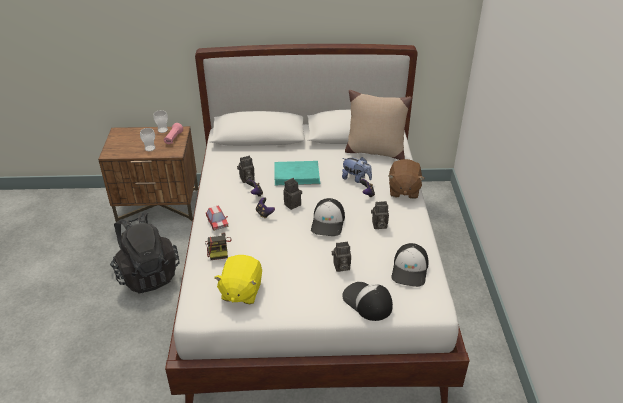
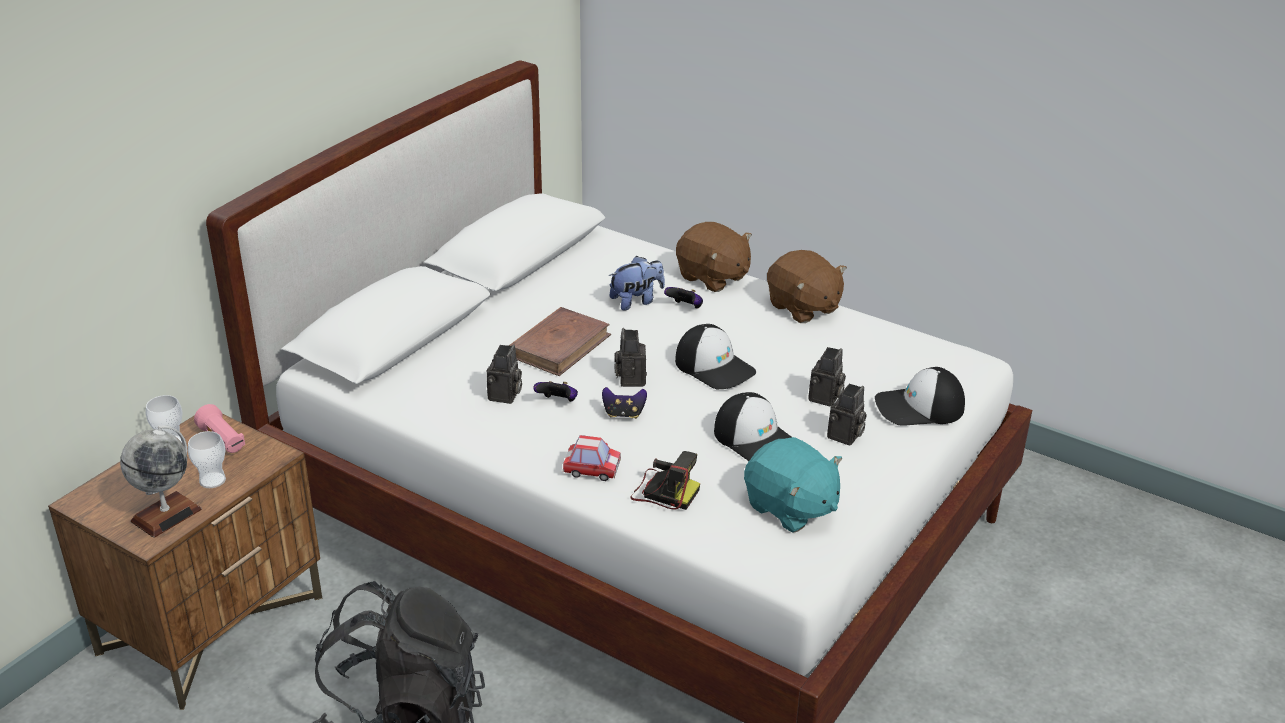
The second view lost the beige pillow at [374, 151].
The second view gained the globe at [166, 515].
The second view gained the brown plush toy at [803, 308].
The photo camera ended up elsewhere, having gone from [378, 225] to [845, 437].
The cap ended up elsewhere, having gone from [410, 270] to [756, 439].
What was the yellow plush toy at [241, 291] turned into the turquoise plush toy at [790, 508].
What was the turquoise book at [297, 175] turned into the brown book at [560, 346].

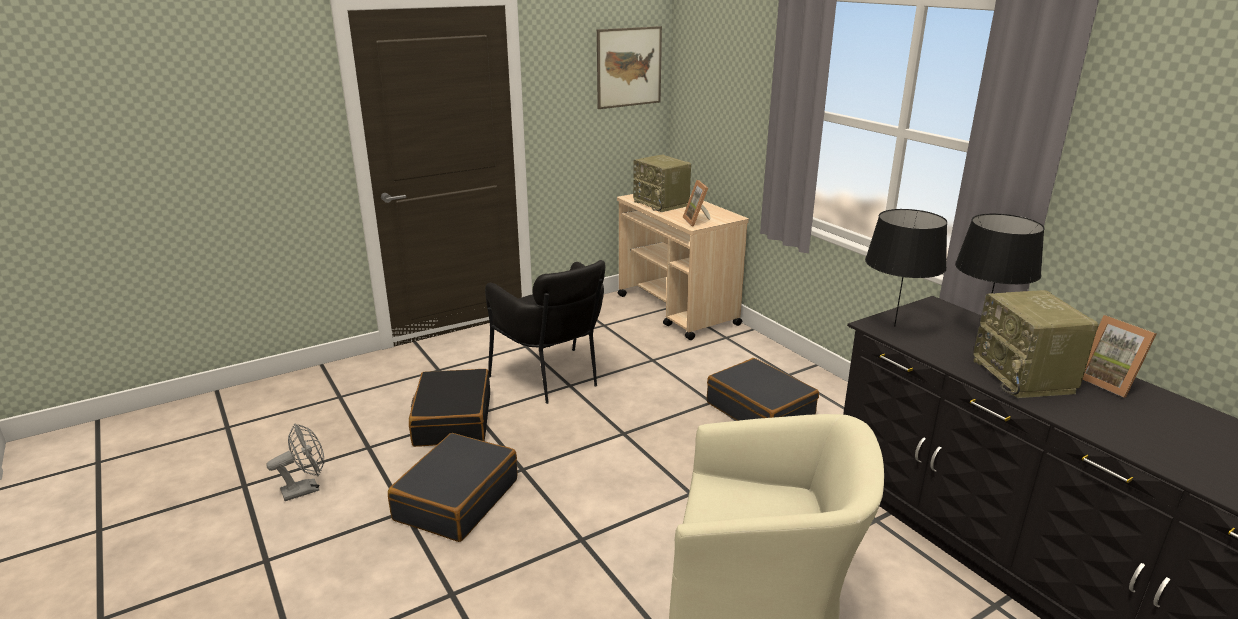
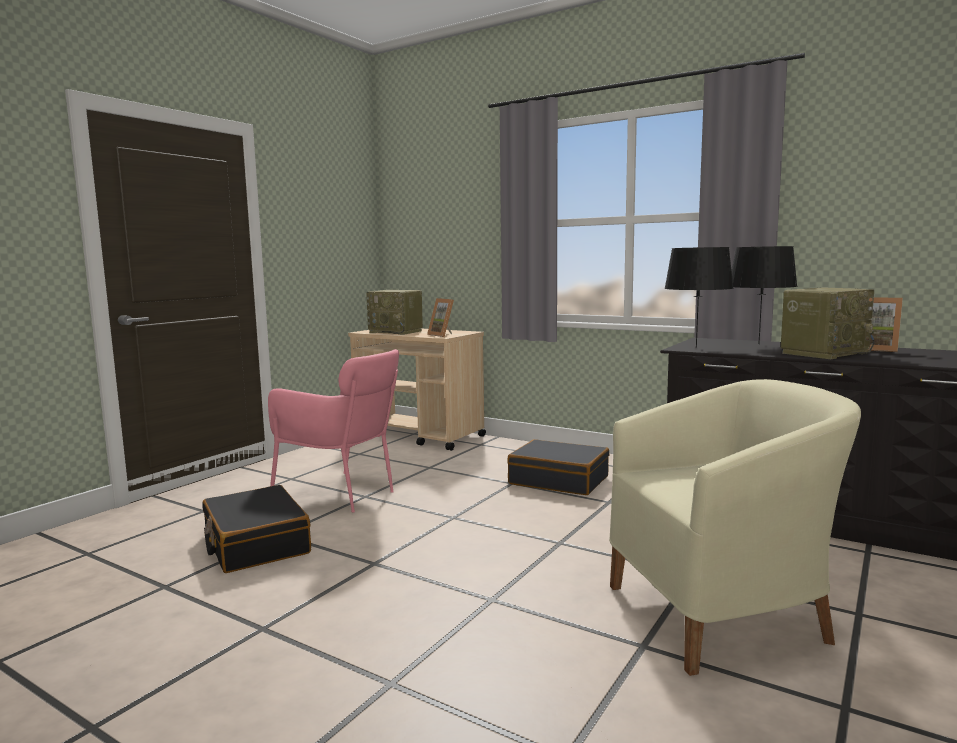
The second view lost the grey fan at [306, 489].
The second view lost the black suitcase at [456, 499].
The second view lost the picture at [629, 67].
What was the black armchair at [554, 380] turned into the pink armchair at [344, 495].
The radio at [1025, 377] ended up facing another way, 90 degrees counterclockwise from before.

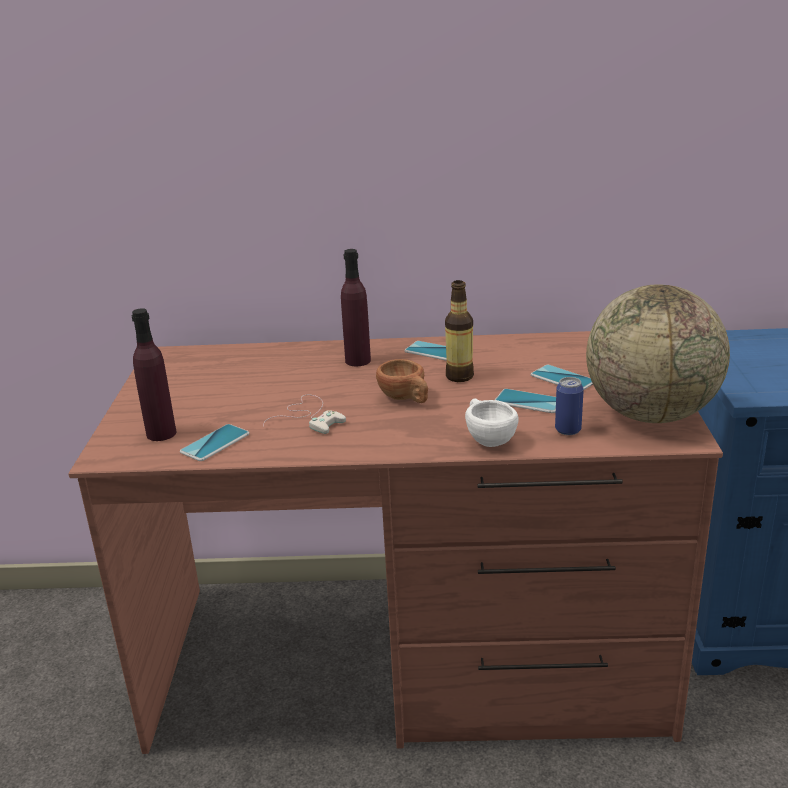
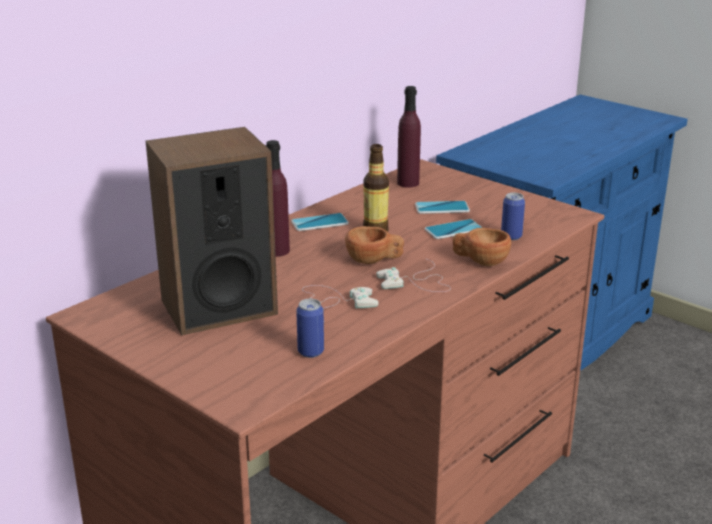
The second view lost the globe at [651, 414].
The second view gained the speaker at [218, 307].
The second view gained the white game controller at [416, 282].
The purple bottle ended up elsewhere, having gone from [161, 433] to [408, 183].
Where the phone stood at [215, 443], the can came to stand at [310, 352].
What was the white cup at [487, 438] turned into the brown cup at [480, 261].

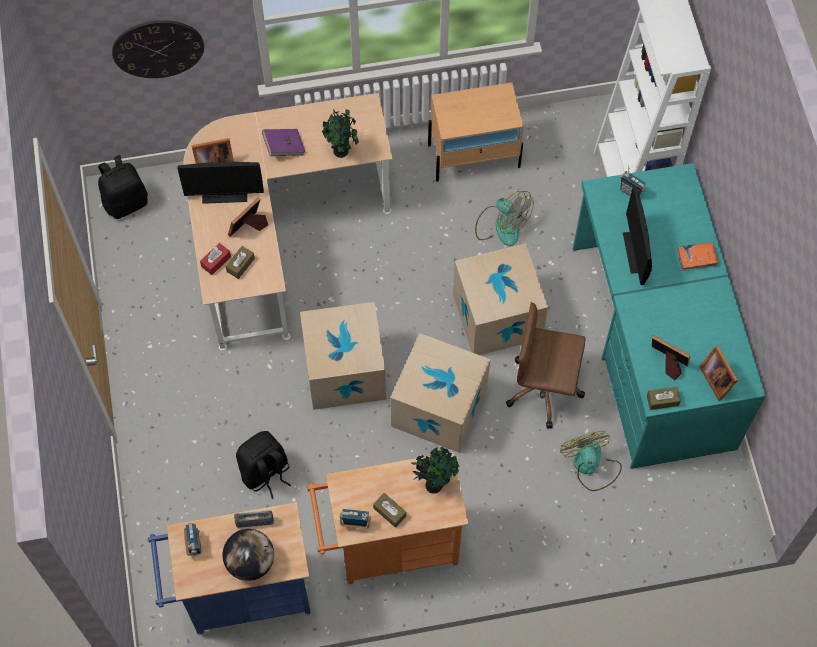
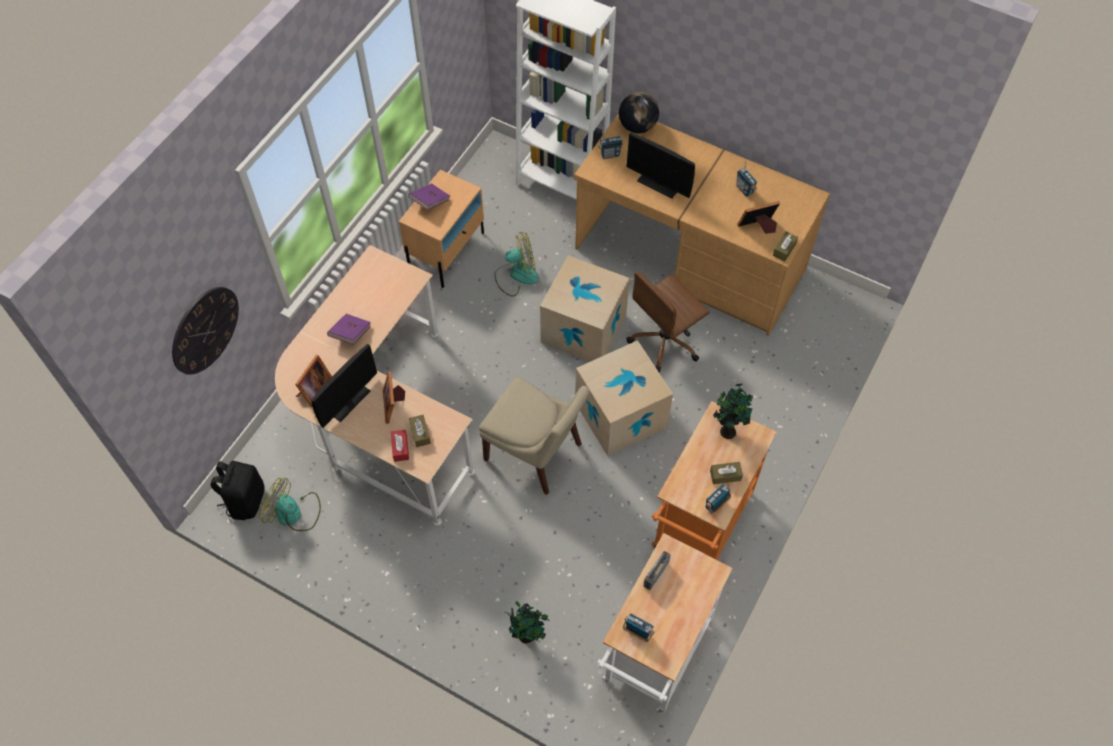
The second view lost the black backpack at [265, 473].
The second view lost the orange book at [697, 258].
The second view lost the picture frame at [717, 378].
The second view gained the purple book at [430, 202].
The second view gained the radio at [744, 189].
The globe ended up elsewhere, having gone from [250, 562] to [637, 126].
The potted plant ended up elsewhere, having gone from [342, 152] to [527, 635].
The fan ended up elsewhere, having gone from [590, 466] to [294, 513].
Where the cardboard box stood at [344, 371], the beige chair came to stand at [536, 453].
What was the blue cart at [241, 594] turned into the white cart at [654, 657].
What was the turquoise desk at [650, 346] turned into the brown desk at [689, 259].

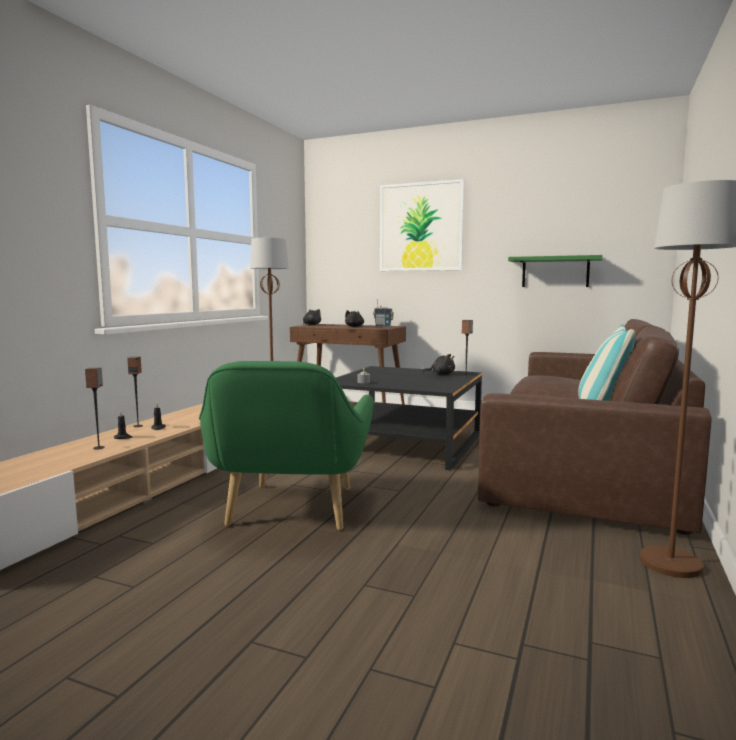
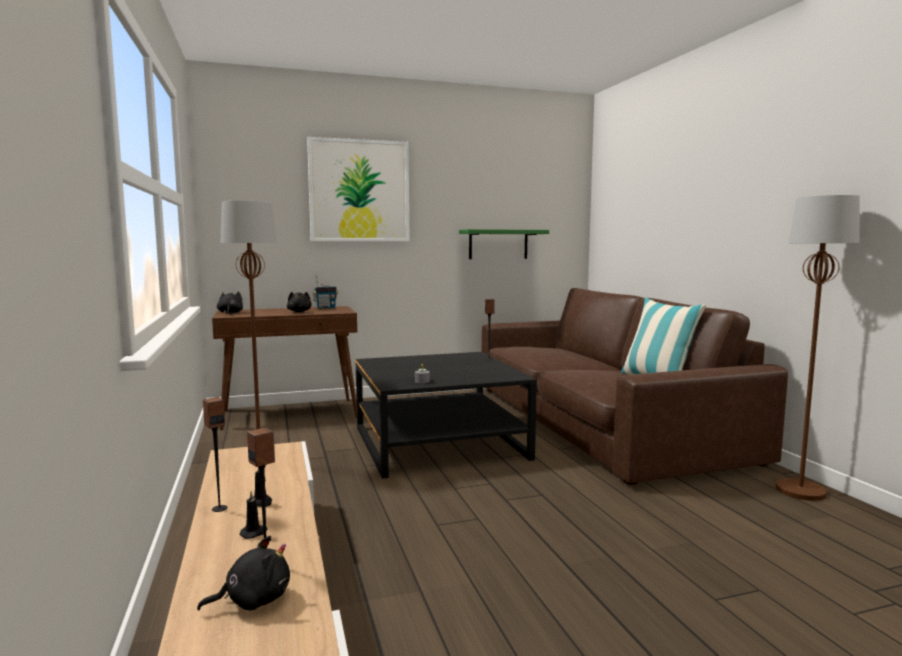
The second view lost the green armchair at [291, 510].
The black plush toy ended up elsewhere, having gone from [441, 374] to [253, 600].

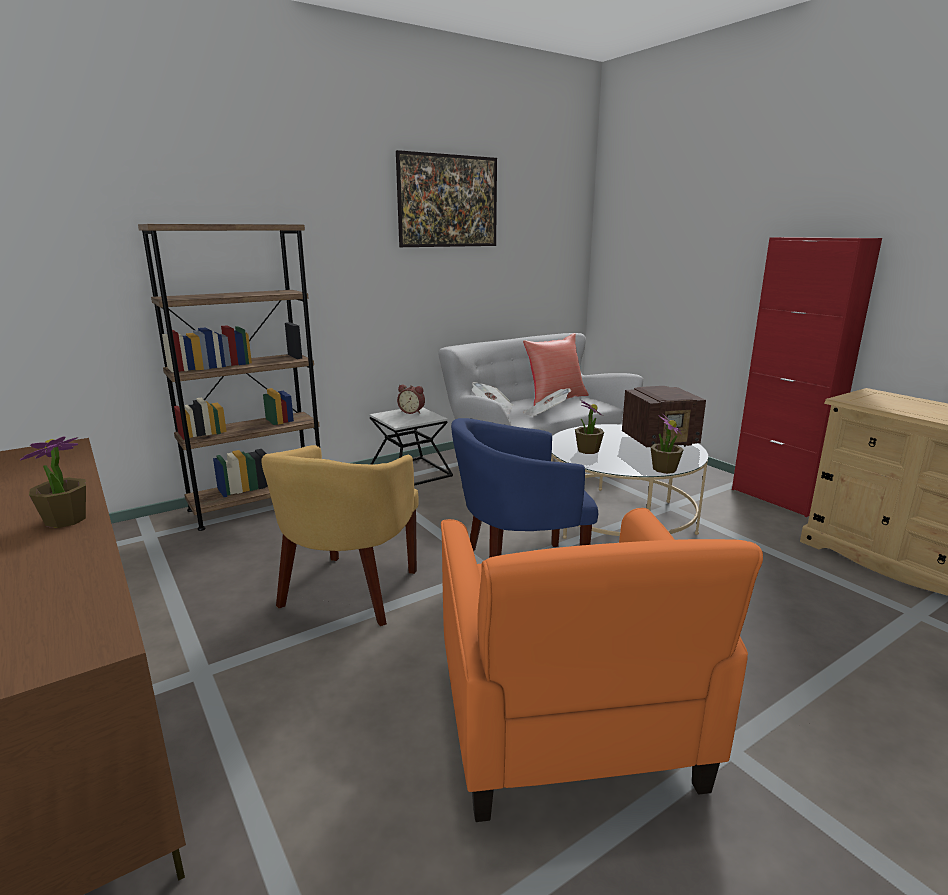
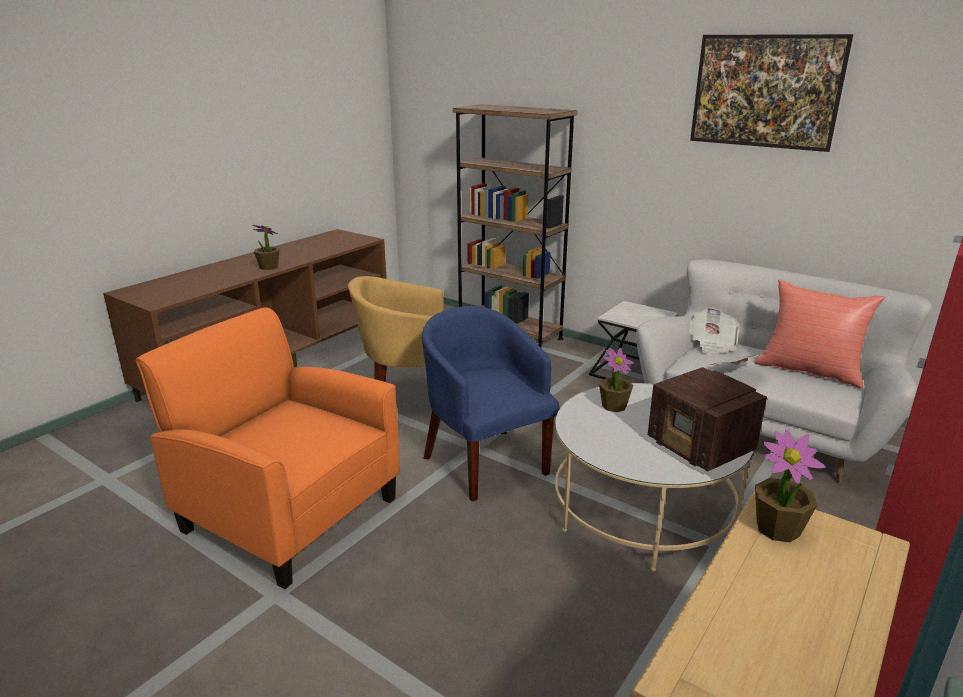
The second view lost the alarm clock at [412, 412].
The potted plant ended up elsewhere, having gone from [664, 469] to [778, 528].
The orange armchair at [566, 725] ended up facing another way, 60 degrees clockwise from before.

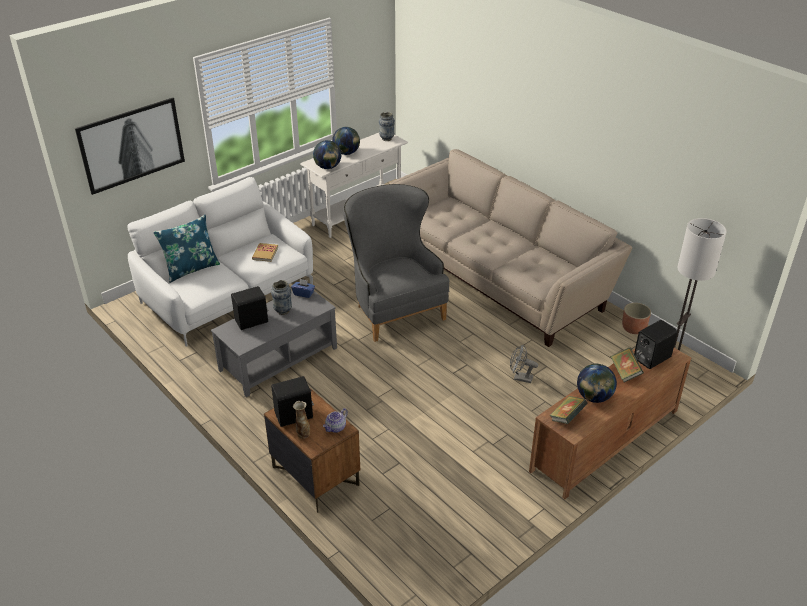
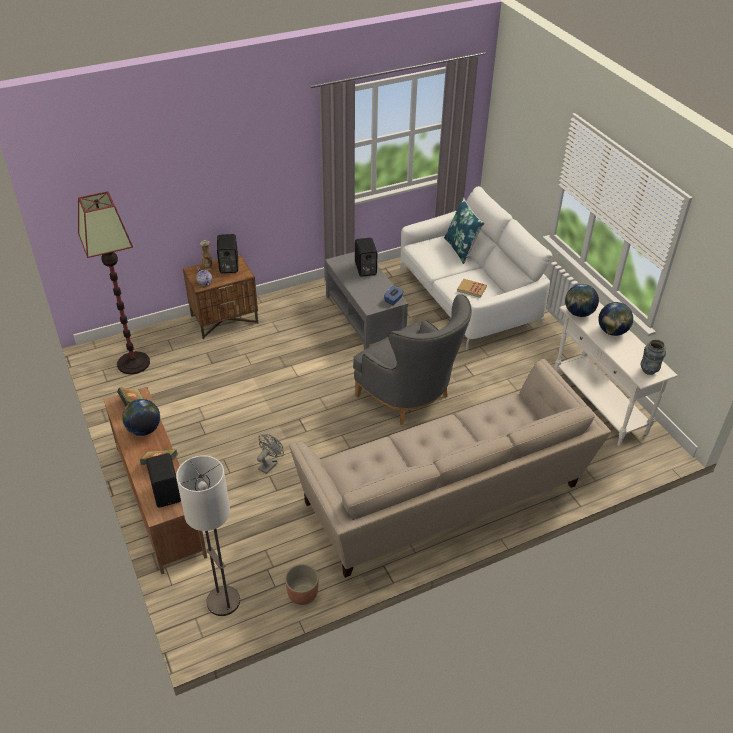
The second view lost the picture at [132, 145].
The second view lost the vase at [283, 311].
The second view gained the floor lamp at [133, 363].
The grey armchair at [394, 308] ended up facing another way, 60 degrees clockwise from before.

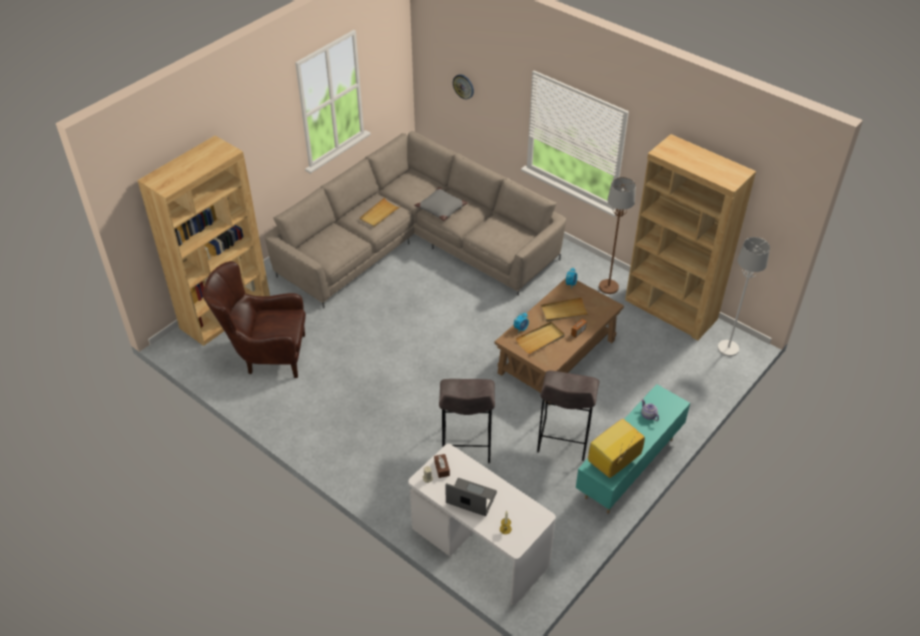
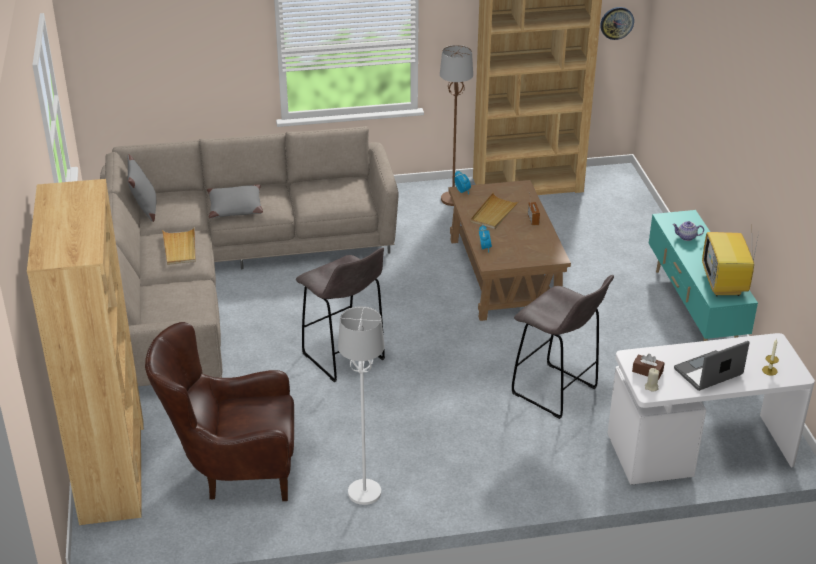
The second view lost the beige tray at [540, 339].
The second view gained the grey pillow at [145, 210].
The wall clock ended up elsewhere, having gone from [463, 86] to [616, 22].
The grey stool ended up elsewhere, having gone from [563, 441] to [344, 358].
The white floor lamp ended up elsewhere, having gone from [728, 349] to [365, 493].
The brown armchair at [266, 355] ended up facing another way, 45 degrees clockwise from before.

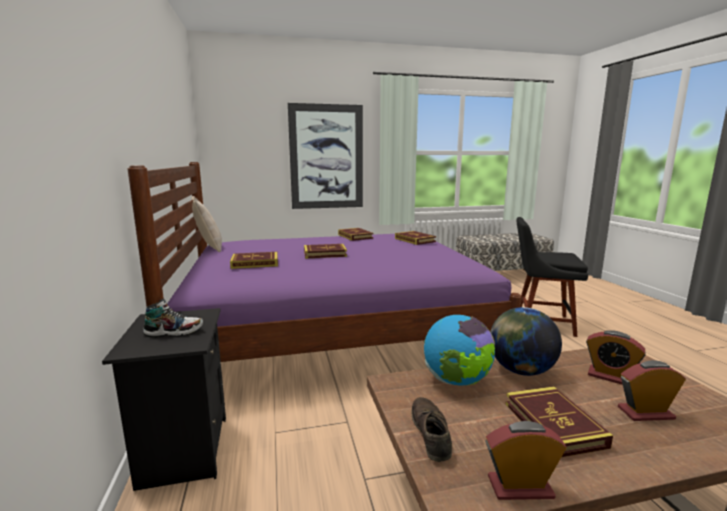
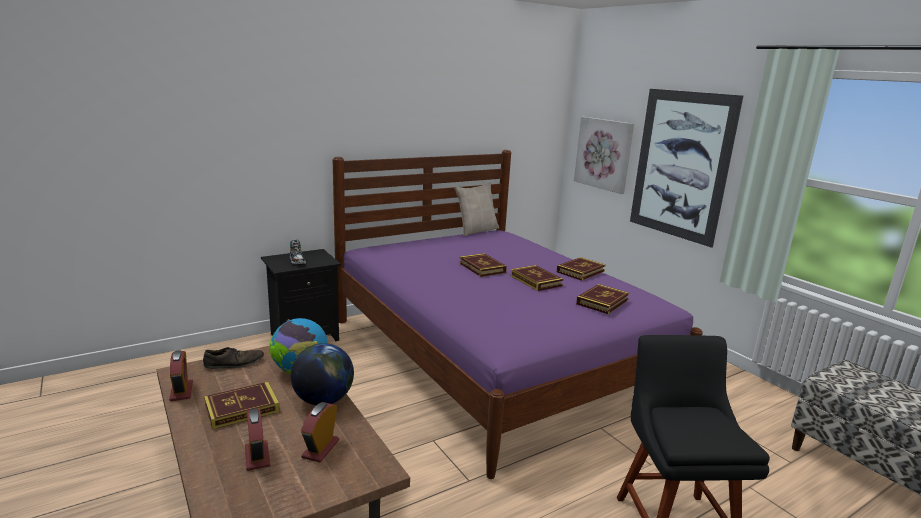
The second view gained the picture at [604, 154].
The book ended up elsewhere, having gone from [255, 263] to [536, 281].

